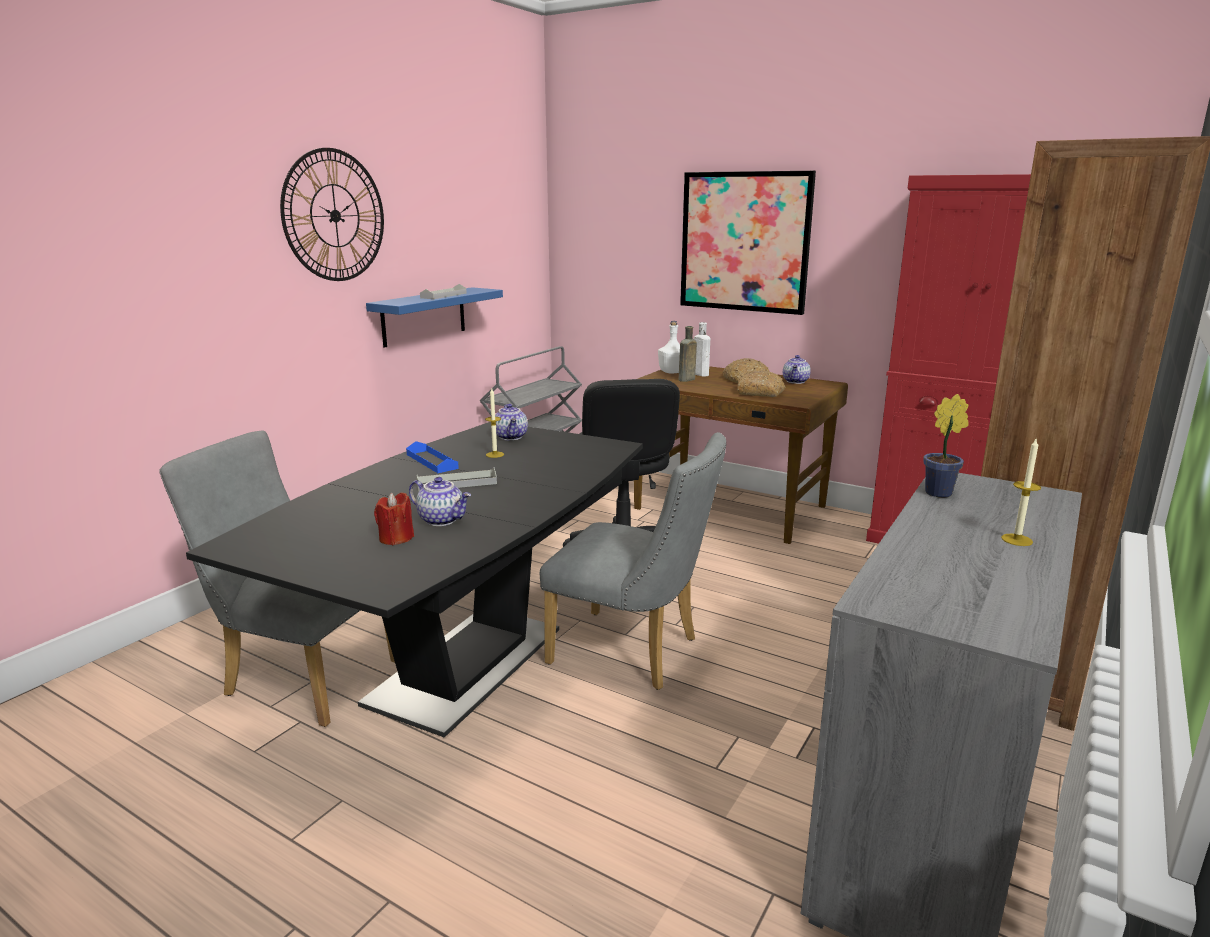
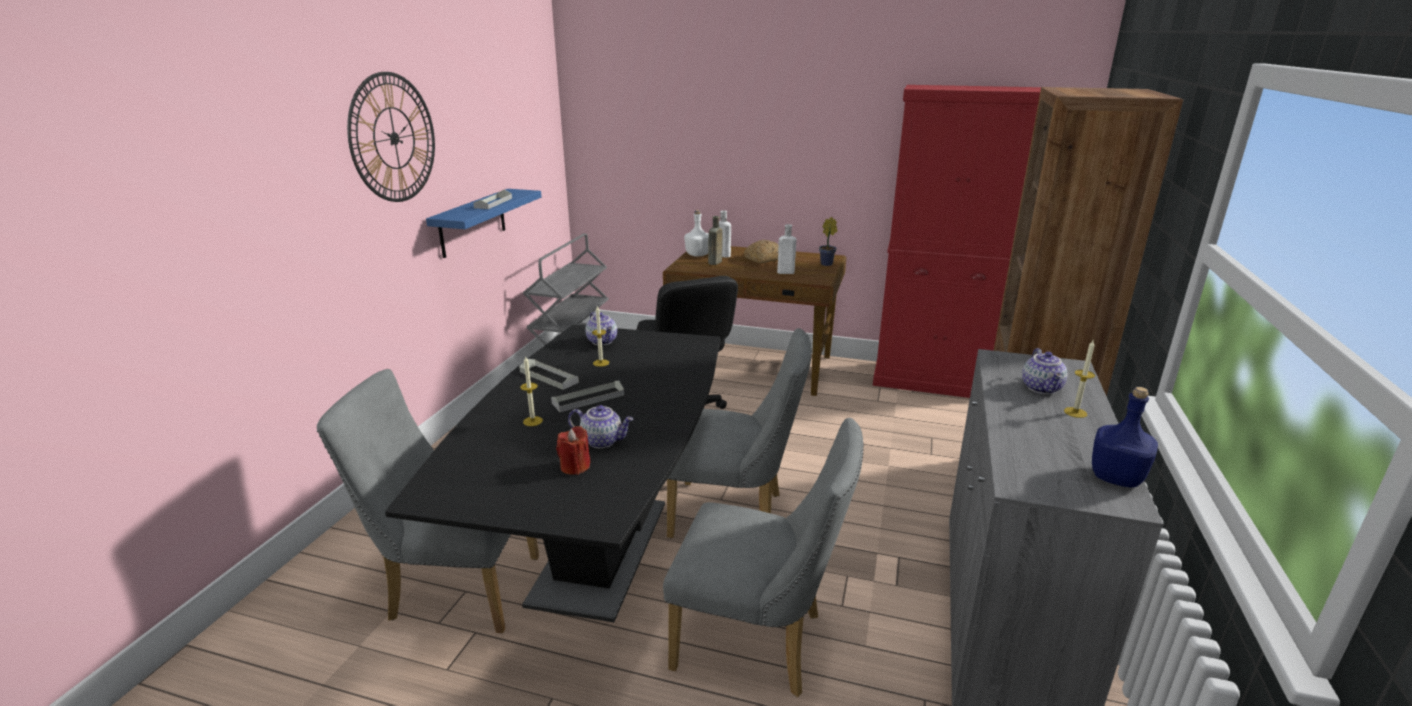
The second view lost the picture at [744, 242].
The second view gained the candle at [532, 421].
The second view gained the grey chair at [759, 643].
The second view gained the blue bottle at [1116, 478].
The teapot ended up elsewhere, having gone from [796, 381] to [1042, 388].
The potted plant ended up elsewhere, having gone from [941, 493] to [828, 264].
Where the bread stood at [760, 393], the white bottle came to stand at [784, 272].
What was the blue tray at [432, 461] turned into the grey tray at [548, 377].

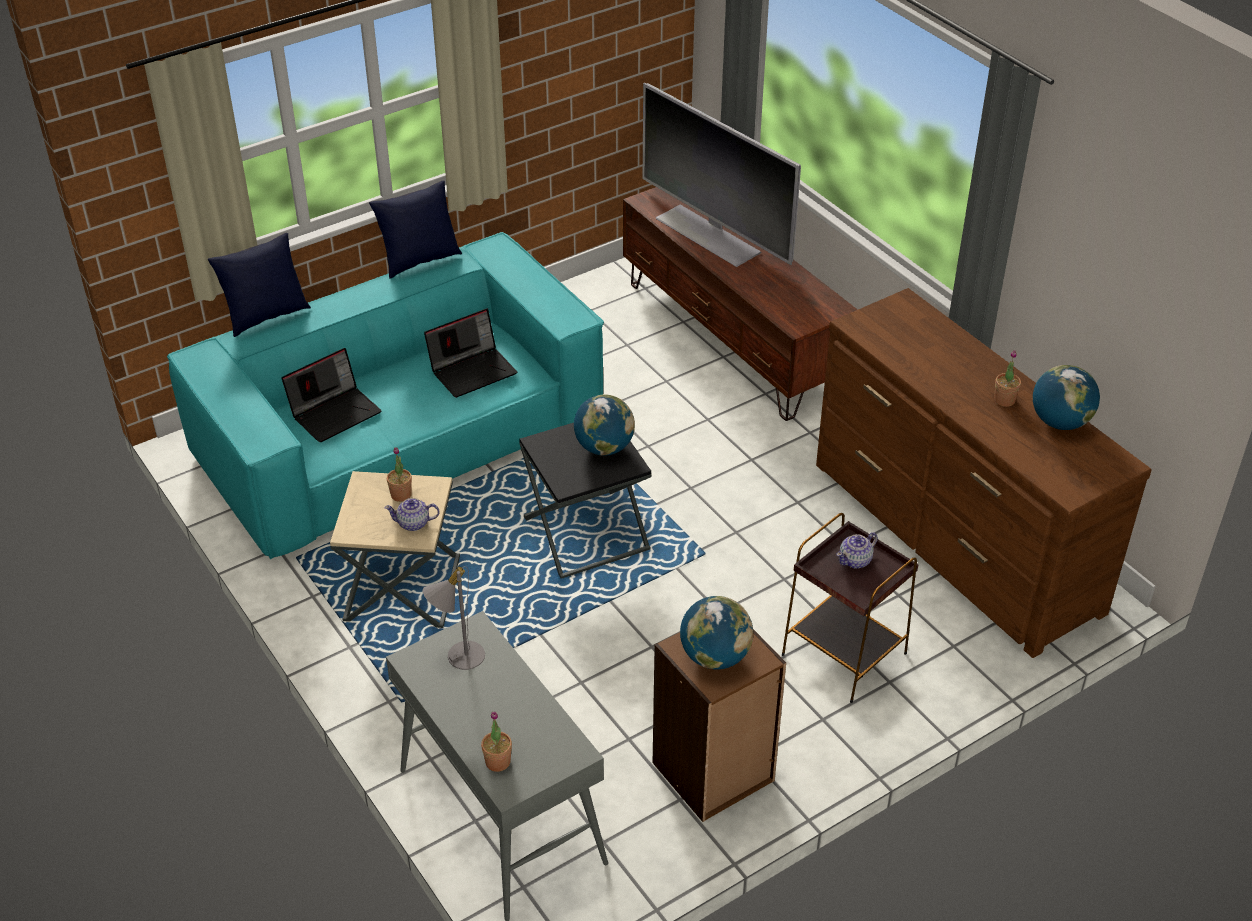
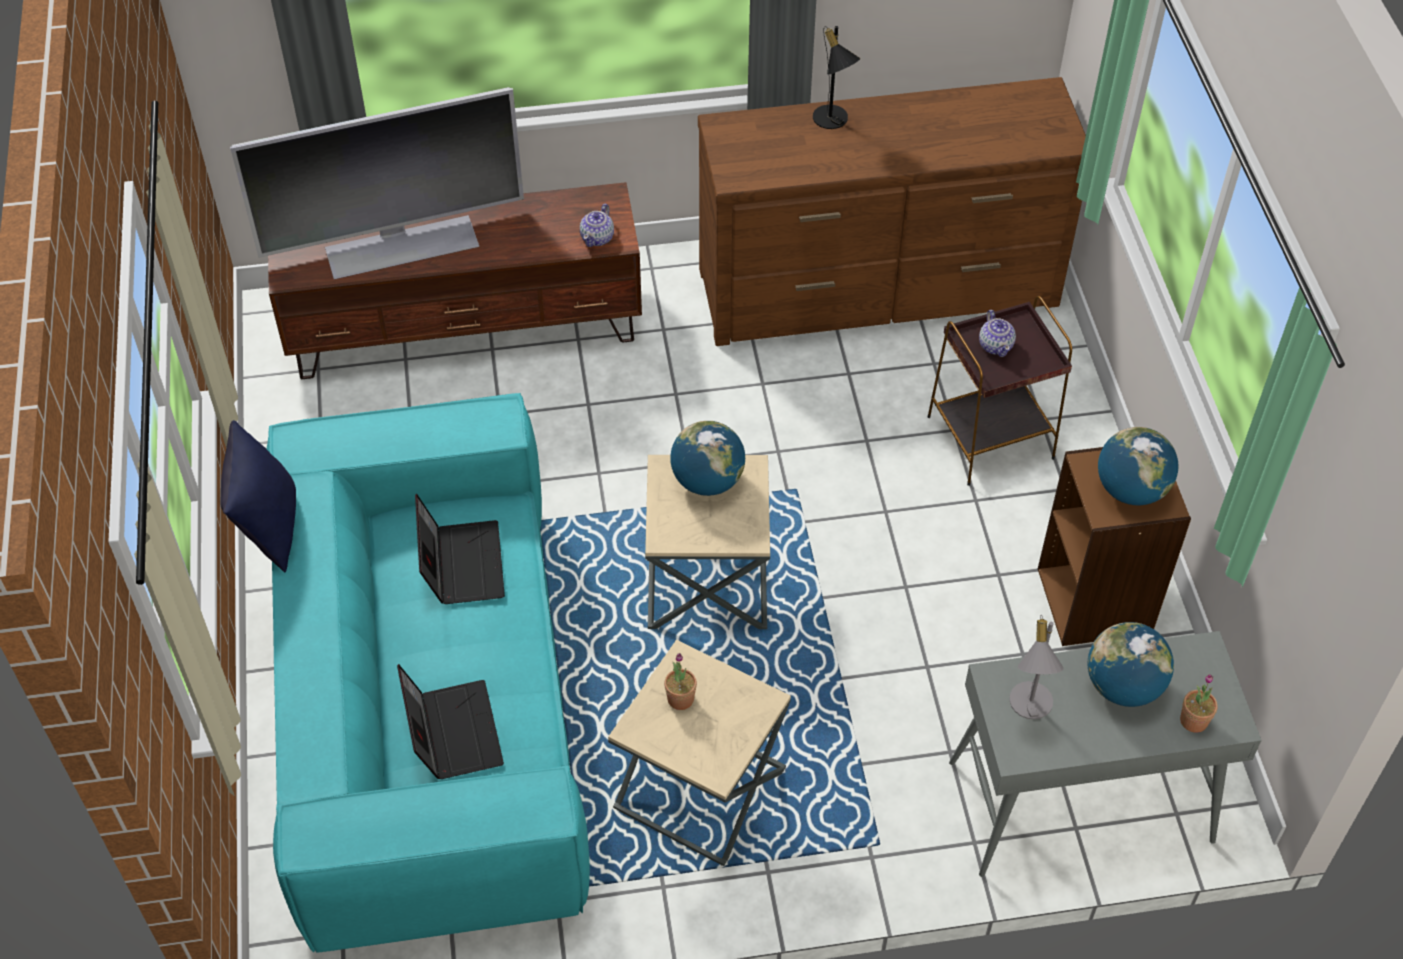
The second view lost the blue pillow at [266, 316].
The second view lost the potted plant at [1004, 400].
The second view gained the black table lamp at [833, 121].
The teapot ended up elsewhere, having gone from [414, 523] to [598, 238].
The globe ended up elsewhere, having gone from [1060, 422] to [1123, 686].
What was the black side table at [586, 533] turned into the beige side table at [707, 581].

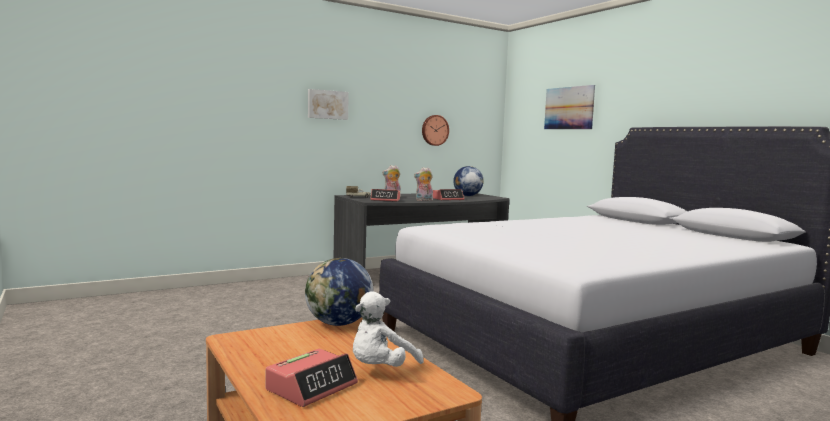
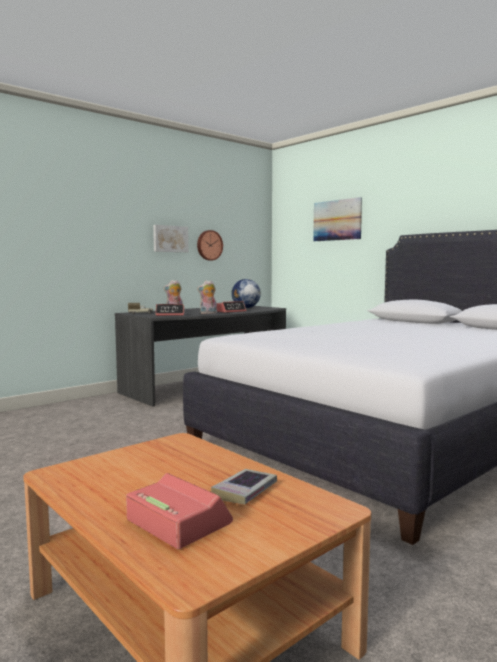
The second view lost the globe at [338, 324].
The picture ended up elsewhere, having gone from [327, 104] to [170, 239].
Where the white plush toy stood at [381, 369], the book came to stand at [245, 491].
The alarm clock at [312, 387] ended up facing another way, 75 degrees counterclockwise from before.

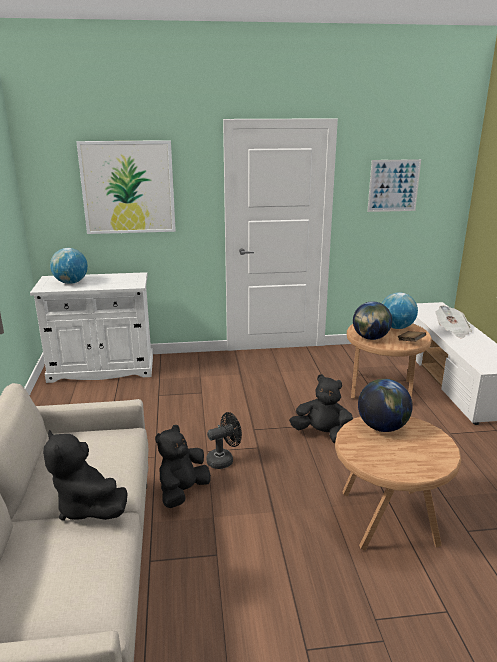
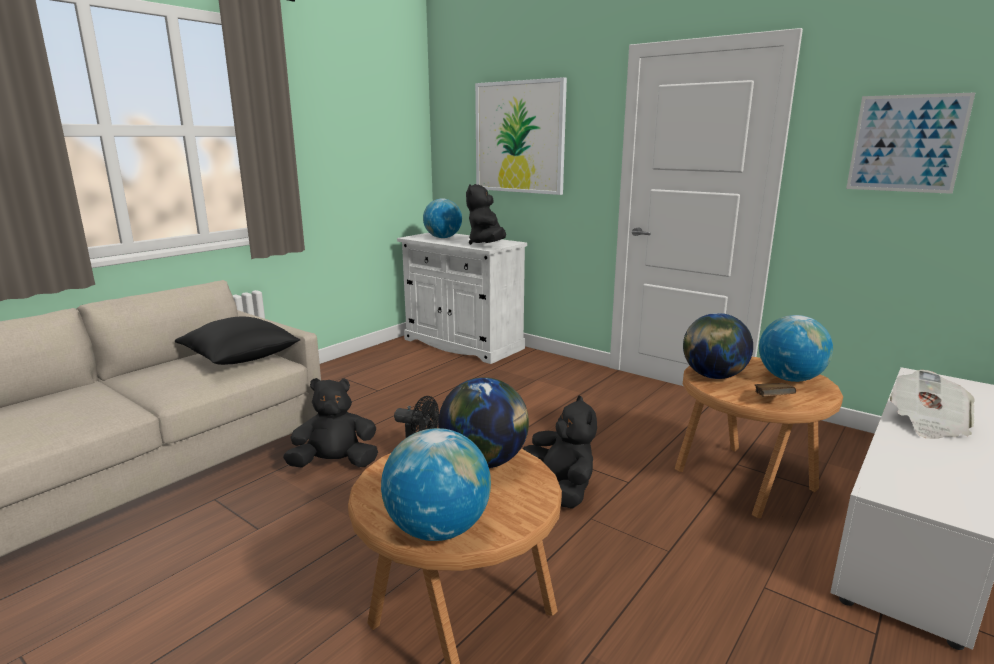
The second view gained the black pillow at [240, 358].
The second view gained the globe at [438, 529].
The black plush toy ended up elsewhere, having gone from [87, 507] to [487, 244].

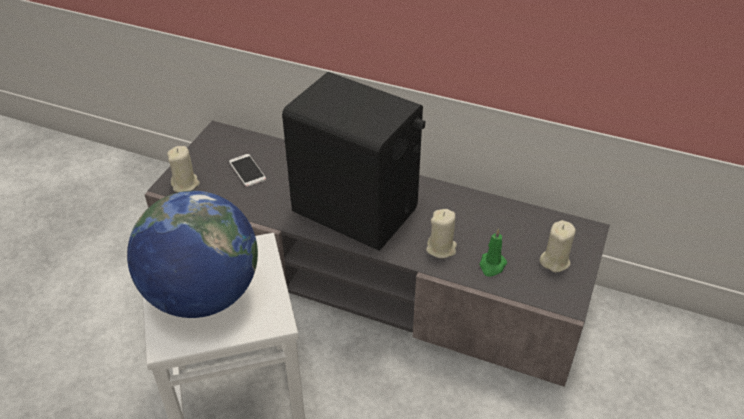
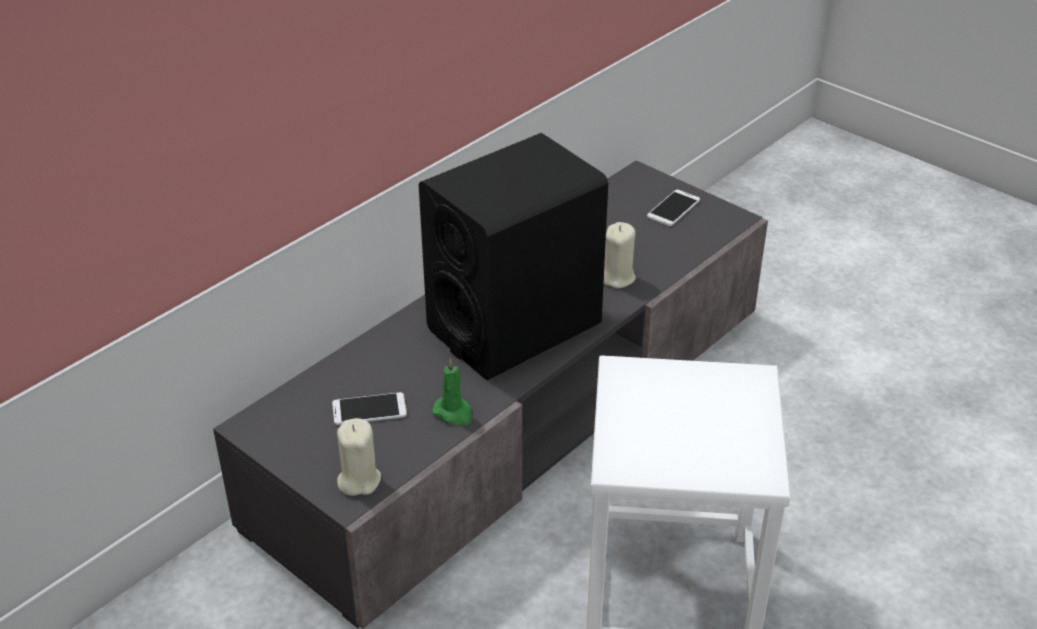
The second view lost the globe at [202, 295].
The green candle ended up elsewhere, having gone from [492, 265] to [454, 413].
Where the beige candle stood at [554, 261], the phone came to stand at [673, 208].

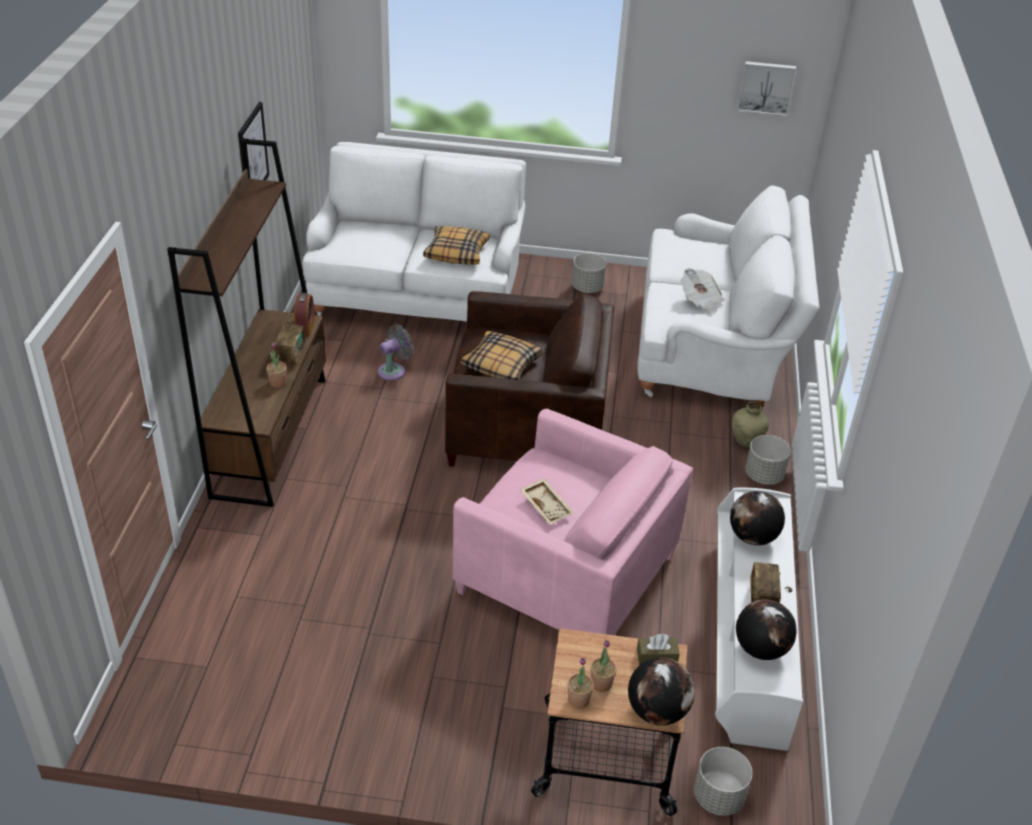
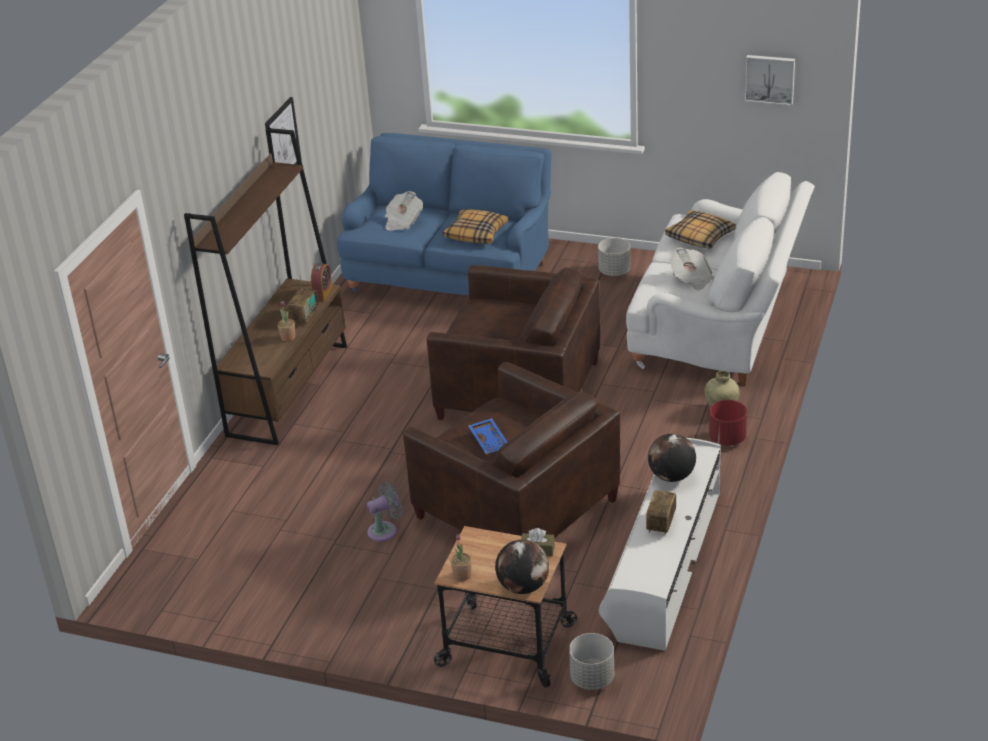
The second view lost the potted plant at [601, 683].
The second view lost the globe at [760, 649].
The second view gained the newspaper at [402, 221].
The grey fan ended up elsewhere, having gone from [394, 370] to [385, 530].
The pillow ended up elsewhere, having gone from [501, 365] to [699, 237].
What was the white sofa at [418, 293] turned into the blue sofa at [451, 273].
What was the pink armchair at [565, 574] turned into the brown armchair at [515, 509].
What was the beige tray at [547, 506] turned into the blue tray at [490, 441].
What was the grey planter at [764, 476] turned into the red planter at [727, 439].

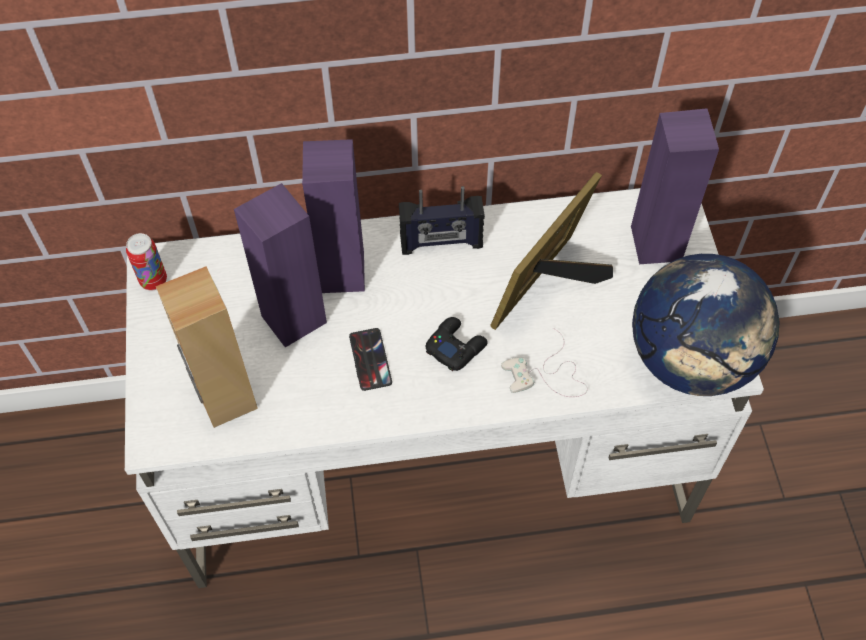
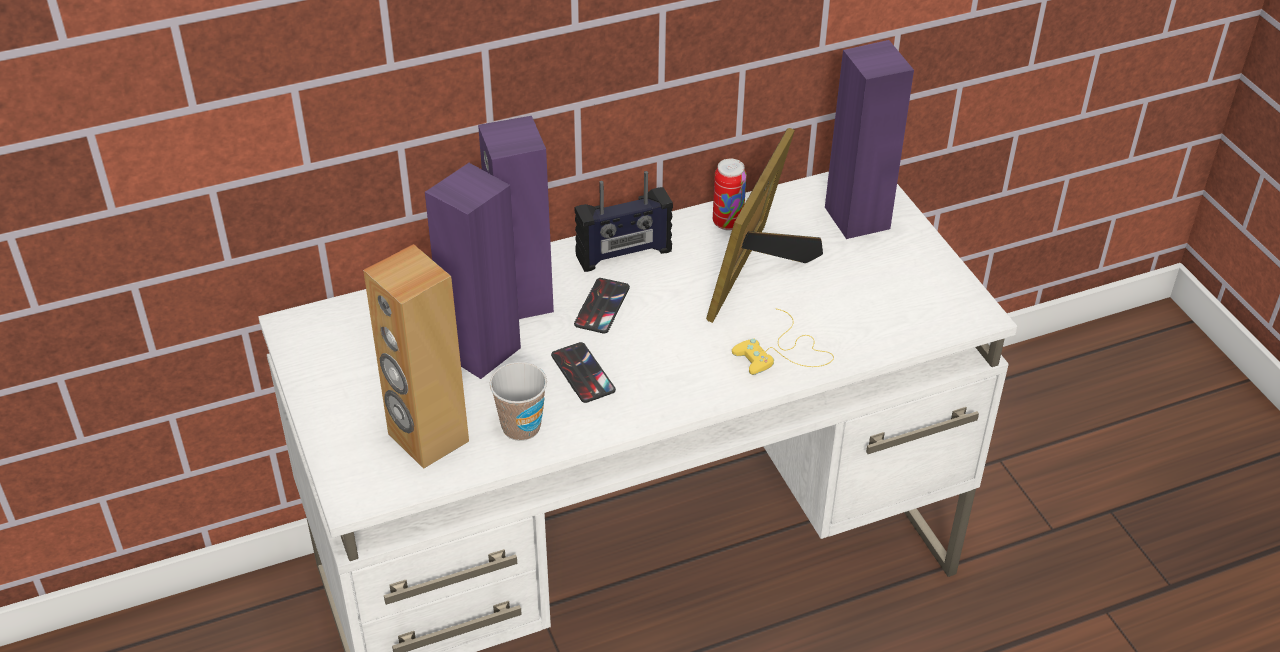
The second view lost the black game controller at [455, 347].
The second view lost the globe at [691, 360].
The second view gained the cup at [521, 427].
The second view gained the phone at [602, 306].
The can ended up elsewhere, having gone from [153, 280] to [727, 223].
What was the white game controller at [547, 374] turned into the yellow game controller at [784, 352].

